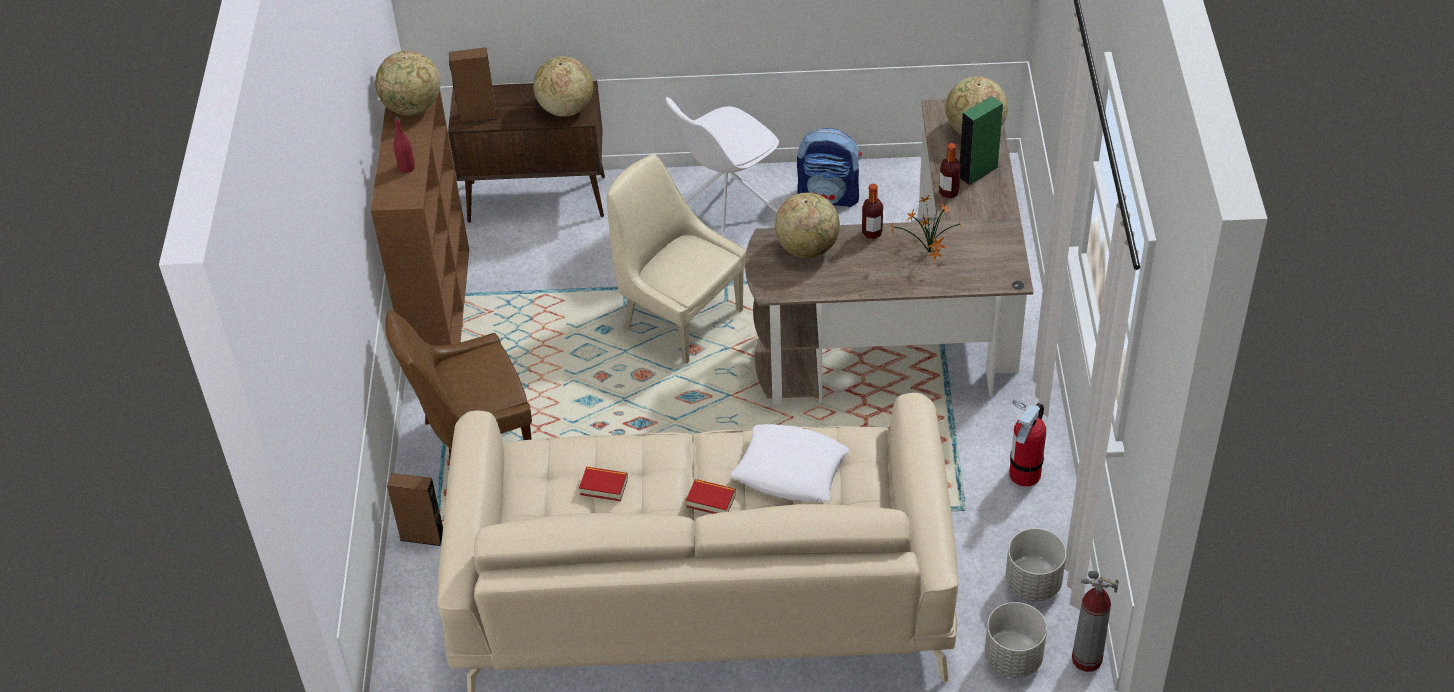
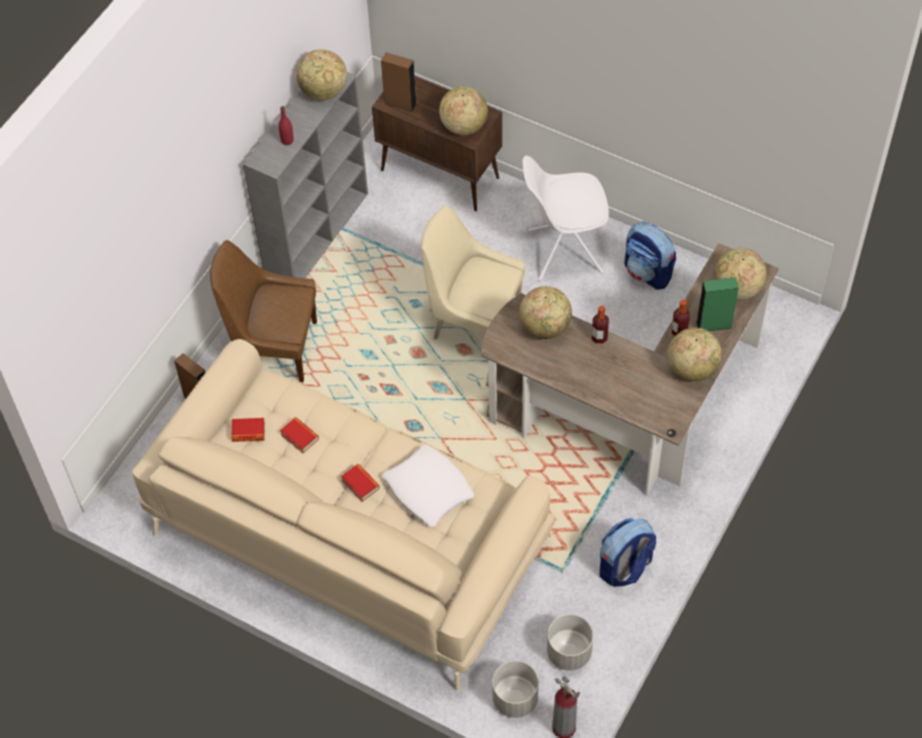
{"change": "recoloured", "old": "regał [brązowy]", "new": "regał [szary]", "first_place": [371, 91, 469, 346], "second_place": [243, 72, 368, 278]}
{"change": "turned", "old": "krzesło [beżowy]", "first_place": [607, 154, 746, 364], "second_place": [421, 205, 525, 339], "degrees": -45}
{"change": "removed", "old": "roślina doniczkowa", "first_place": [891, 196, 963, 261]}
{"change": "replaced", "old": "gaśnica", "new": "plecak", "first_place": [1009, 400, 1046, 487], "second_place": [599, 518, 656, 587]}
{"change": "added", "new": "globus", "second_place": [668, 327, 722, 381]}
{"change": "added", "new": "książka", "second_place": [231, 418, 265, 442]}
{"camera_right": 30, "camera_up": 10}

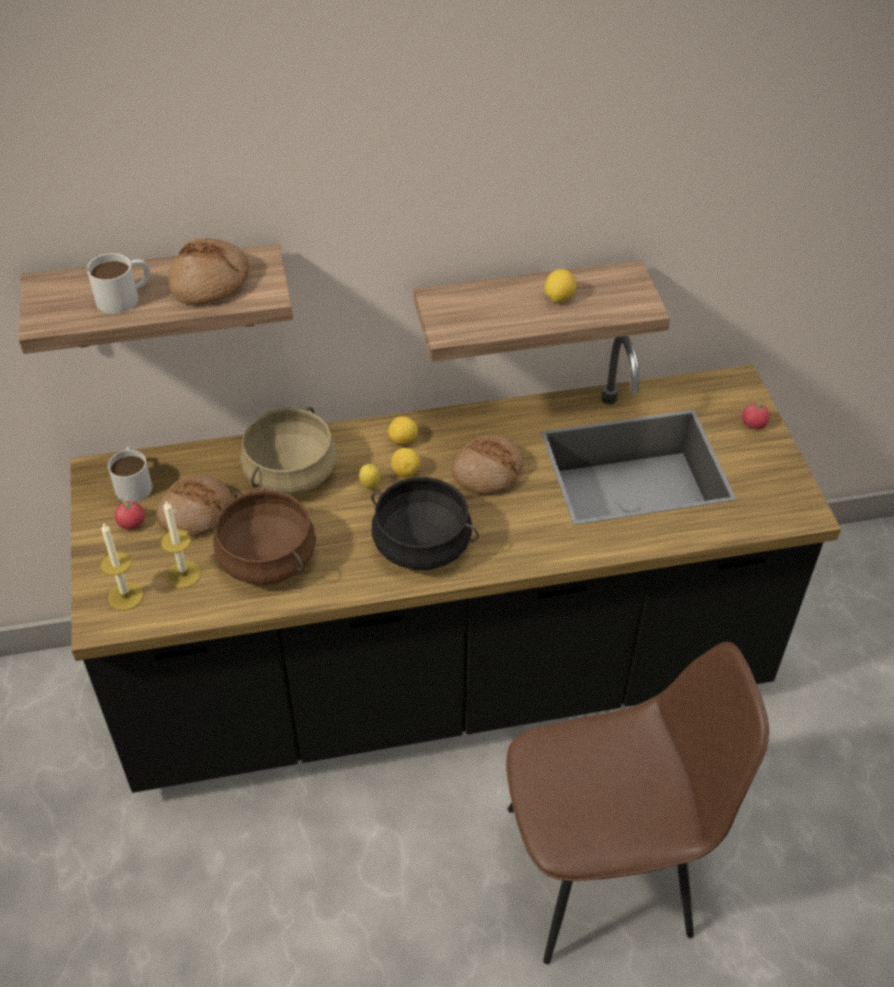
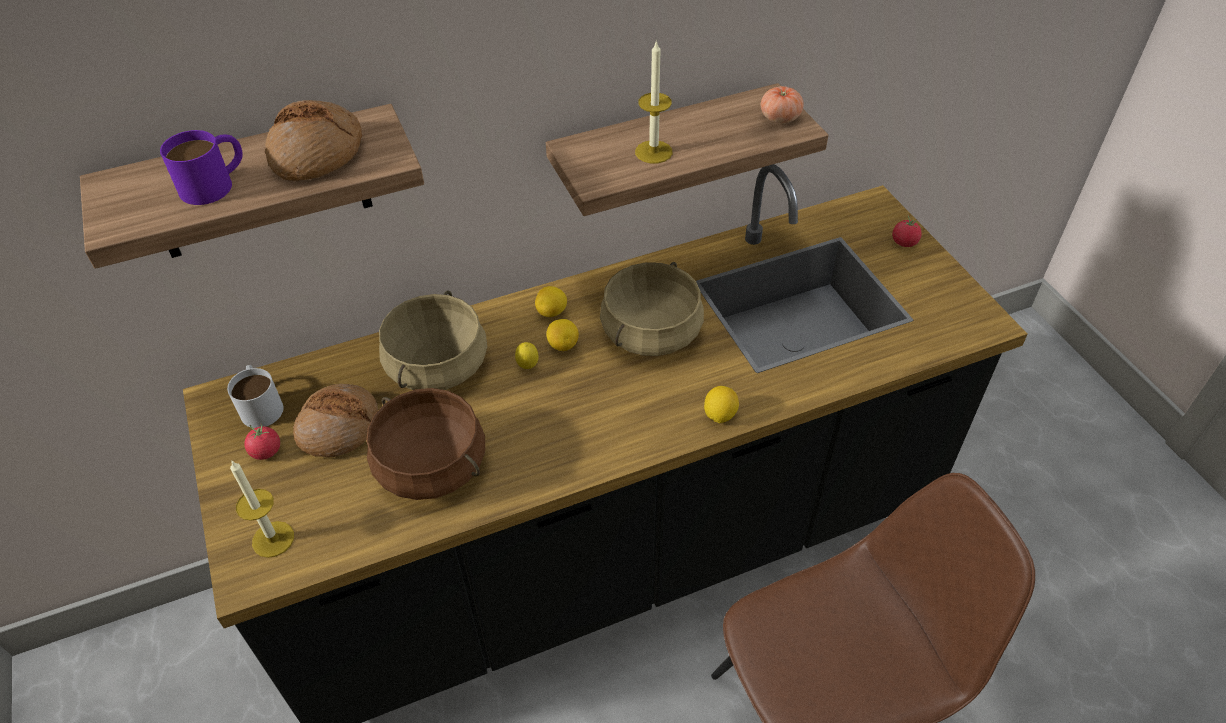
{"change": "recoloured", "old": "kubek [biały]", "new": "kubek [fioletowy]", "first_place": [87, 253, 150, 314], "second_place": [160, 130, 243, 205]}
{"change": "moved", "old": "cytryna", "first_place": [545, 269, 576, 302], "second_place": [704, 386, 739, 423]}
{"change": "replaced", "old": "chleb", "new": "garnek [beżowy]", "first_place": [452, 435, 524, 494], "second_place": [600, 262, 704, 356]}
{"change": "removed", "old": "garnek [czarny]", "first_place": [371, 477, 479, 570]}
{"change": "moved", "old": "świeca", "first_place": [161, 501, 201, 588], "second_place": [635, 40, 673, 163]}
{"change": "added", "new": "pomidor", "second_place": [761, 86, 804, 123]}
{"camera_right": -10, "camera_up": 0}

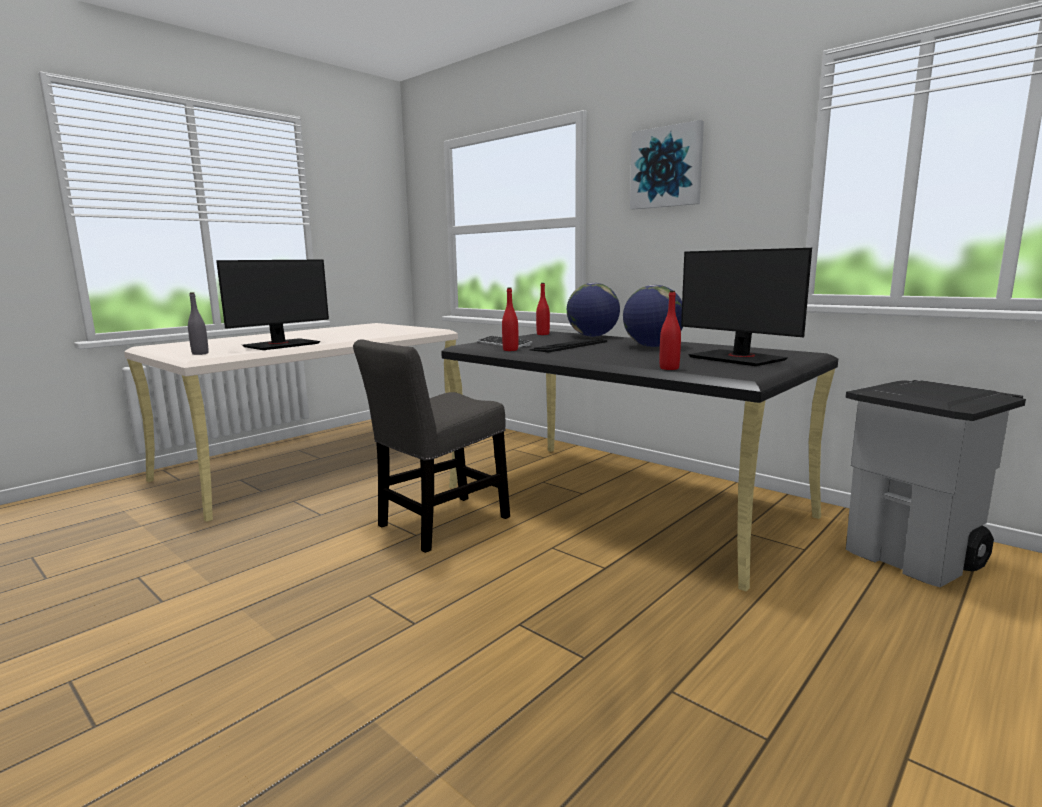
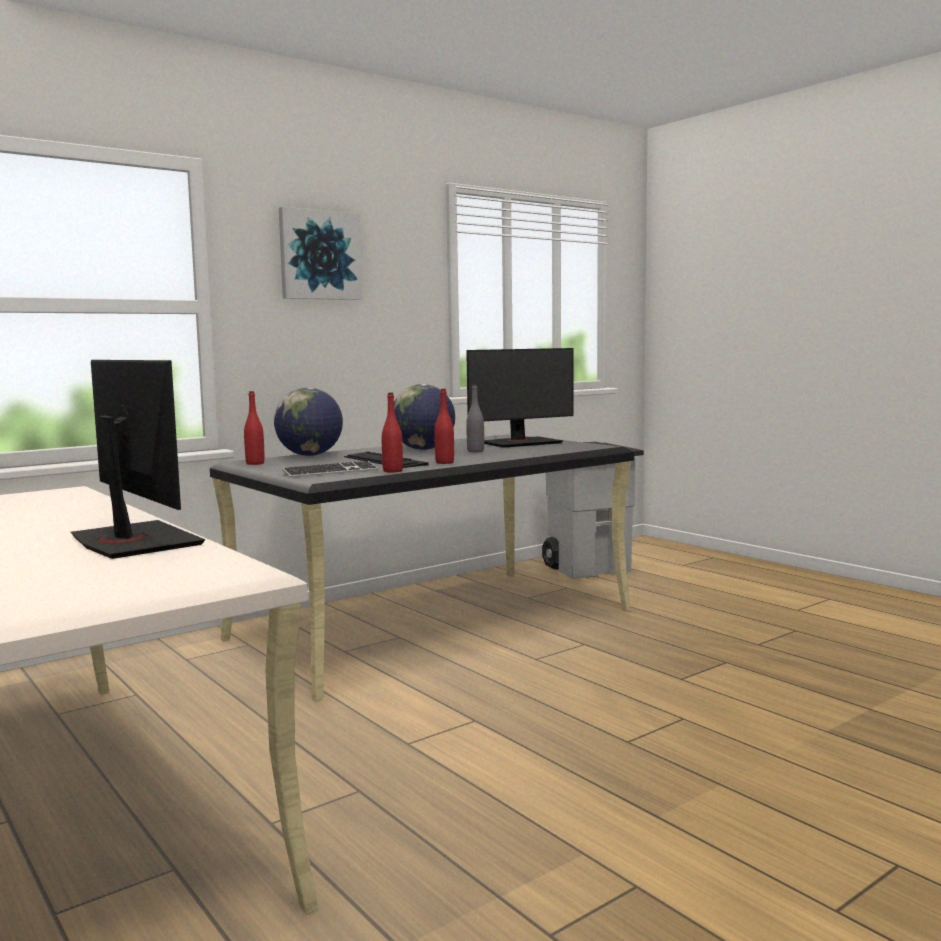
{"change": "moved", "old": "butelka [czerwony]", "first_place": [660, 291, 681, 370], "second_place": [434, 389, 454, 464]}
{"change": "moved", "old": "butelka [szary]", "first_place": [188, 292, 209, 355], "second_place": [466, 384, 484, 452]}
{"change": "removed", "old": "krzesło [szary]", "first_place": [353, 339, 510, 553]}
{"camera_right": -80, "camera_up": -5}

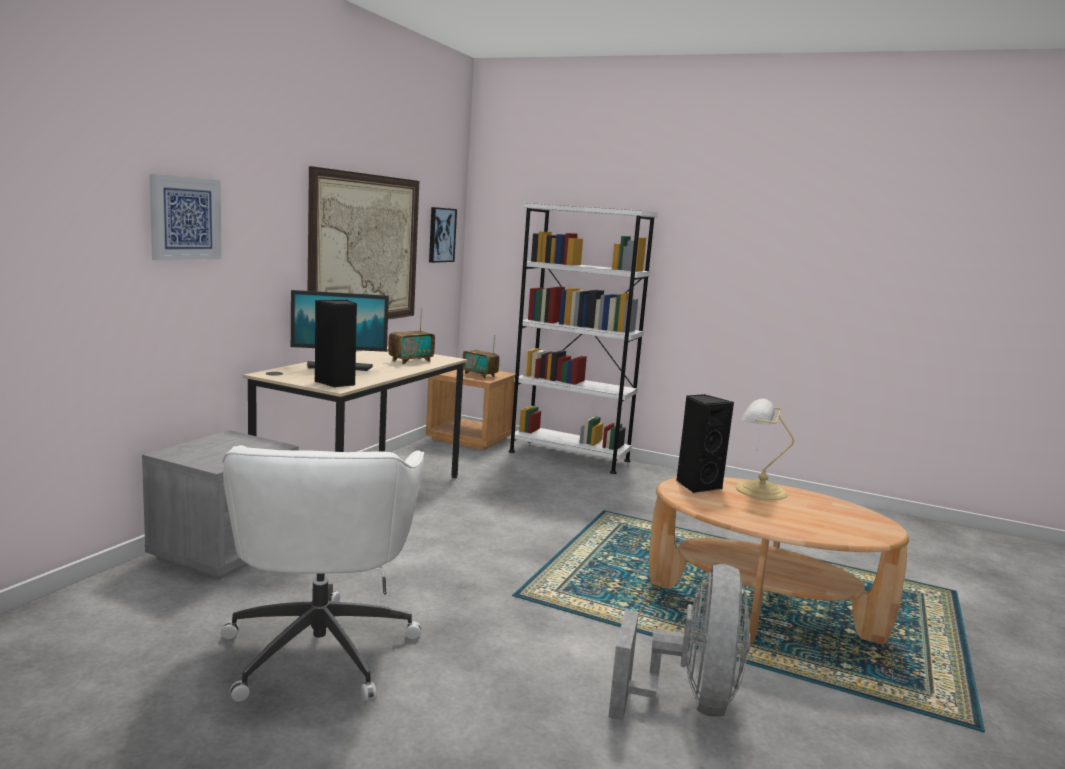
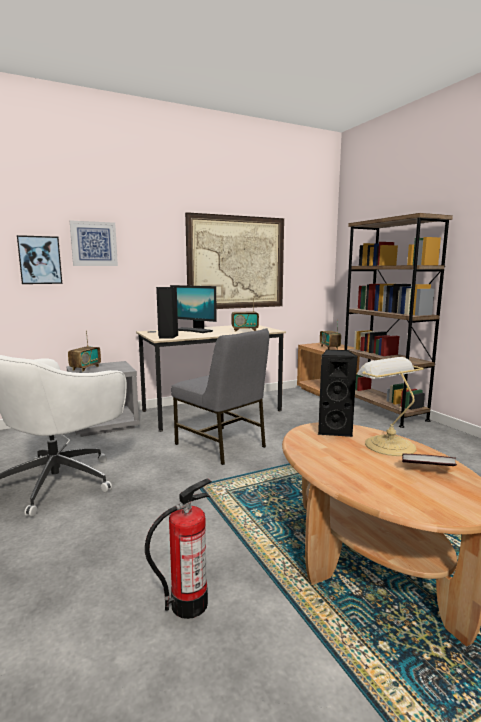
{"change": "recoloured", "old": "regał [biały]", "new": "regał [brązowy]", "first_place": [509, 203, 658, 474], "second_place": [344, 213, 453, 428]}
{"change": "moved", "old": "obraz", "first_place": [429, 207, 457, 263], "second_place": [17, 235, 62, 284]}
{"change": "replaced", "old": "wentylator [szary]", "new": "gaśnica", "first_place": [608, 564, 751, 721], "second_place": [145, 478, 212, 619]}
{"change": "added", "new": "krzesło [szary]", "second_place": [171, 328, 269, 465]}
{"change": "added", "new": "radio", "second_place": [68, 331, 101, 372]}
{"change": "added", "new": "książka", "second_place": [402, 454, 457, 466]}
{"camera_right": 40, "camera_up": 0}

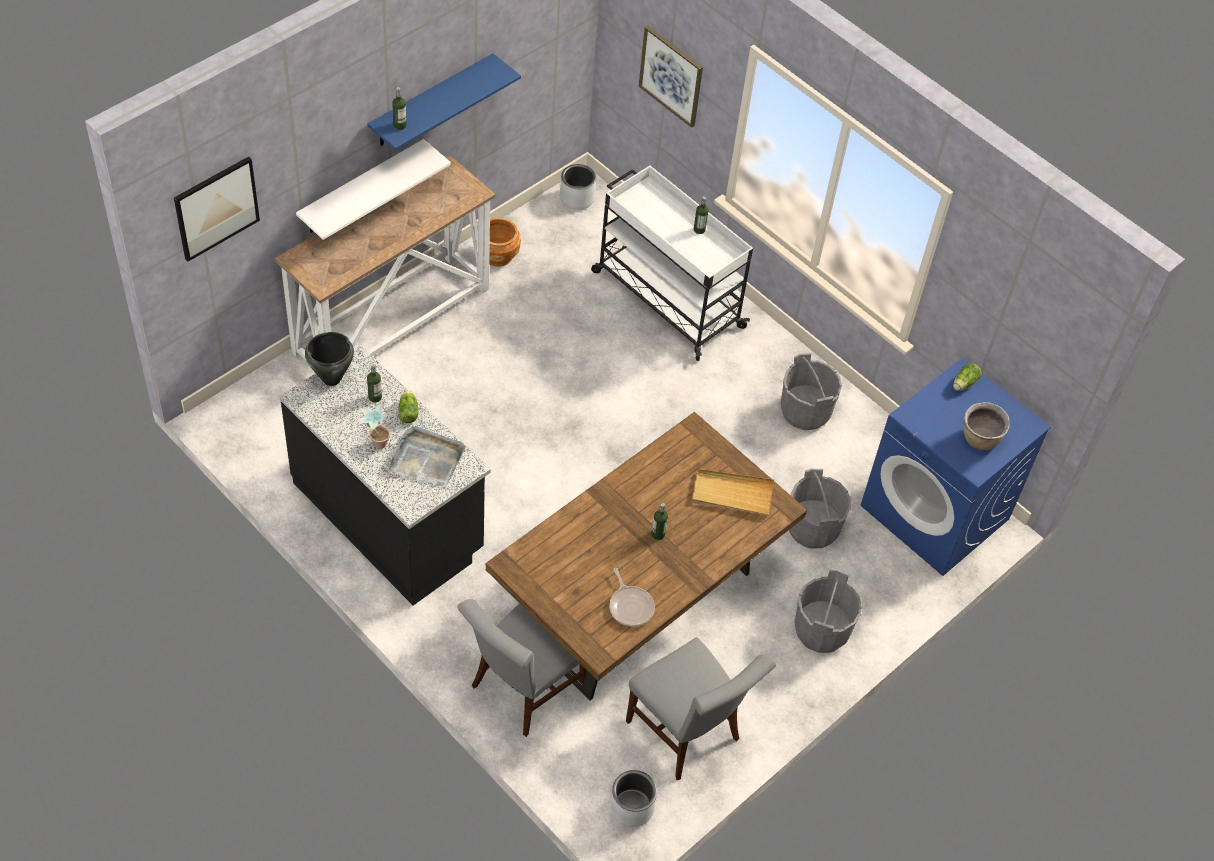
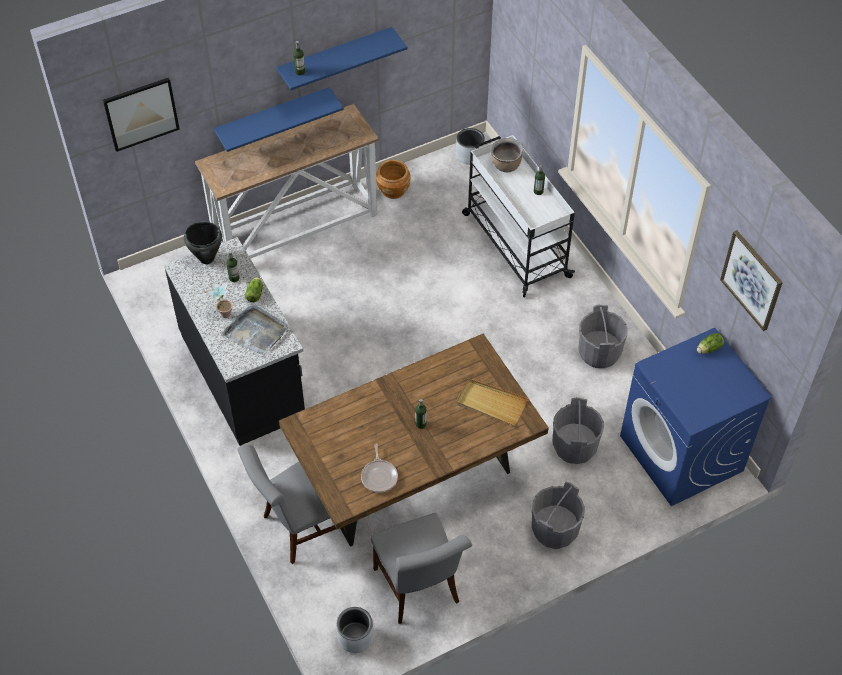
{"change": "moved", "old": "obraz", "first_place": [639, 25, 703, 128], "second_place": [720, 230, 783, 331]}
{"change": "recoloured", "old": "półka [biały]", "new": "półka [niebieski]", "first_place": [296, 139, 451, 240], "second_place": [213, 87, 344, 152]}
{"change": "moved", "old": "garnek [brązowy]", "first_place": [963, 402, 1010, 450], "second_place": [491, 138, 523, 172]}
{"camera_right": 20, "camera_up": 0}

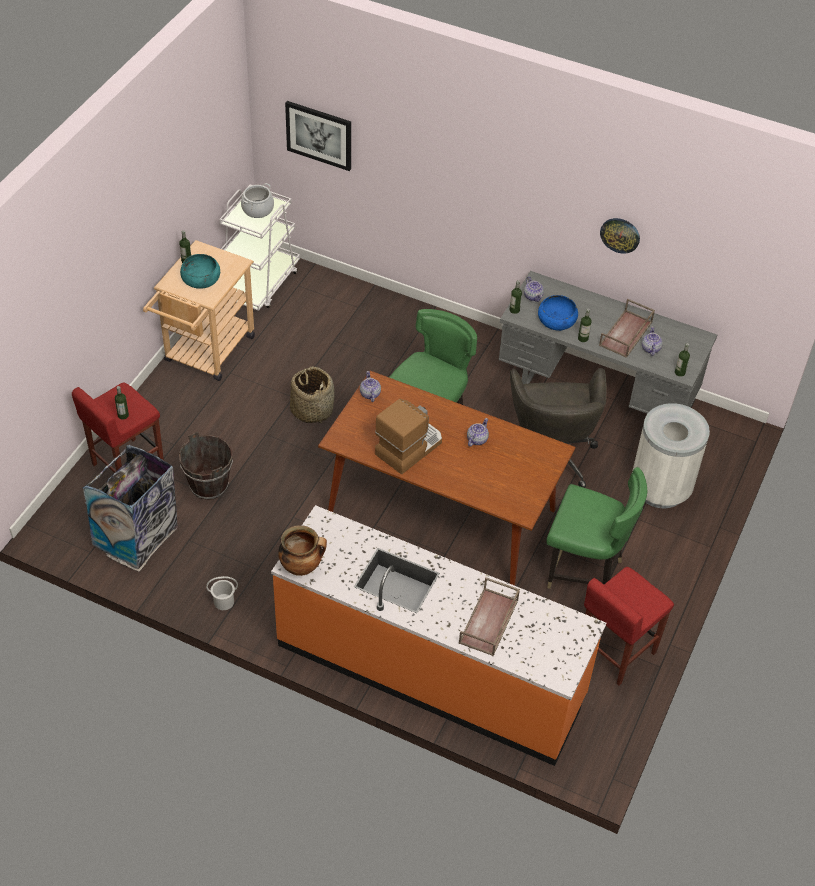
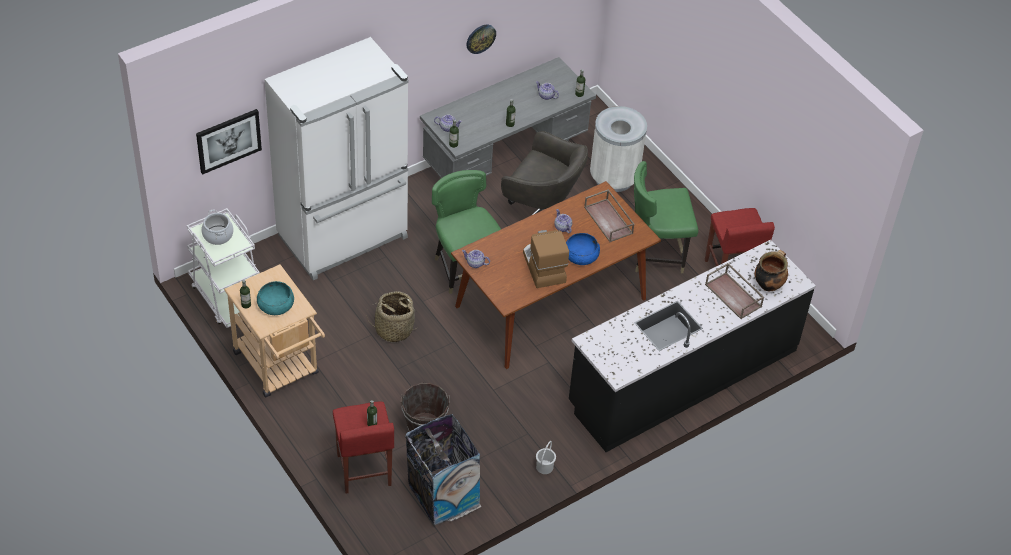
{"change": "moved", "old": "miska [niebieski]", "first_place": [538, 295, 578, 331], "second_place": [566, 233, 600, 265]}
{"change": "moved", "old": "taca [brązowy]", "first_place": [599, 299, 655, 358], "second_place": [584, 189, 635, 242]}
{"change": "turned", "old": "krzesło [zielony]", "first_place": [546, 467, 647, 589], "second_place": [634, 161, 698, 273], "degrees": -150}
{"change": "recoloured", "old": "zabudowa kuchenna [pomarańczowy]", "new": "zabudowa kuchenna [czarny]", "first_place": [271, 505, 606, 766], "second_place": [569, 240, 816, 452]}
{"change": "moved", "old": "garnek", "first_place": [278, 525, 327, 576], "second_place": [755, 250, 788, 291]}
{"change": "added", "new": "lodówka [biały]", "second_place": [264, 37, 408, 280]}
{"camera_right": -60, "camera_up": 0}

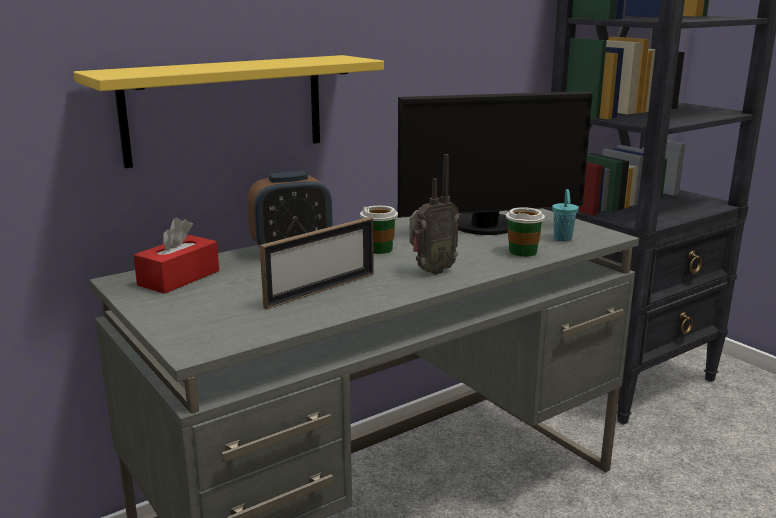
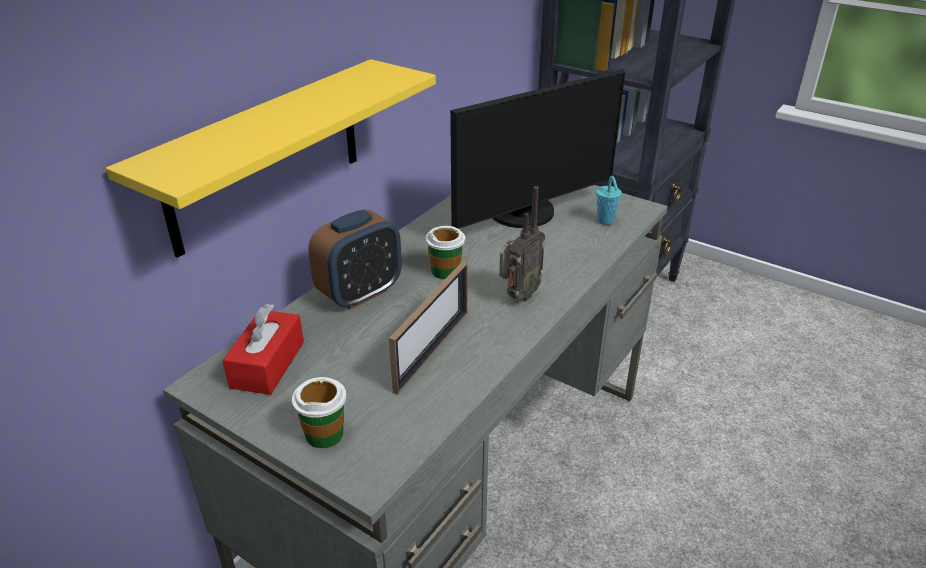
{"change": "moved", "old": "filiżanka", "first_place": [506, 207, 545, 257], "second_place": [292, 377, 346, 448]}
{"camera_right": -20, "camera_up": 15}

